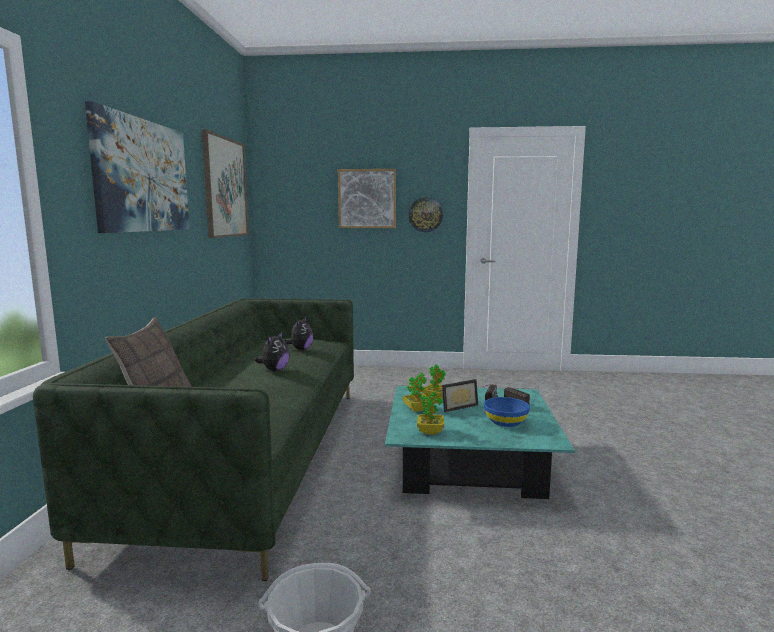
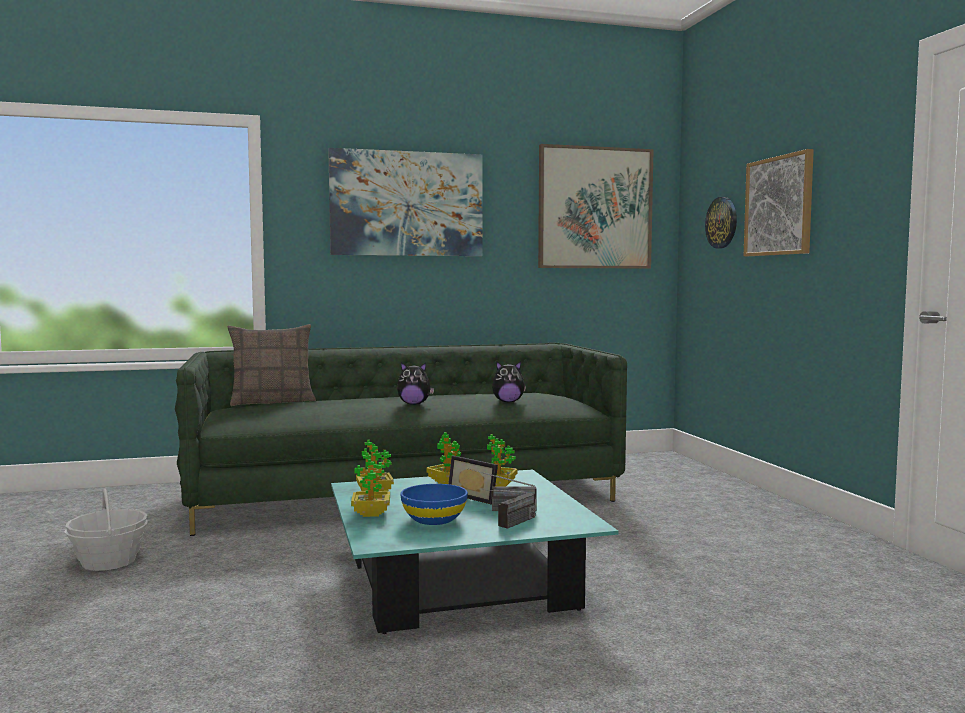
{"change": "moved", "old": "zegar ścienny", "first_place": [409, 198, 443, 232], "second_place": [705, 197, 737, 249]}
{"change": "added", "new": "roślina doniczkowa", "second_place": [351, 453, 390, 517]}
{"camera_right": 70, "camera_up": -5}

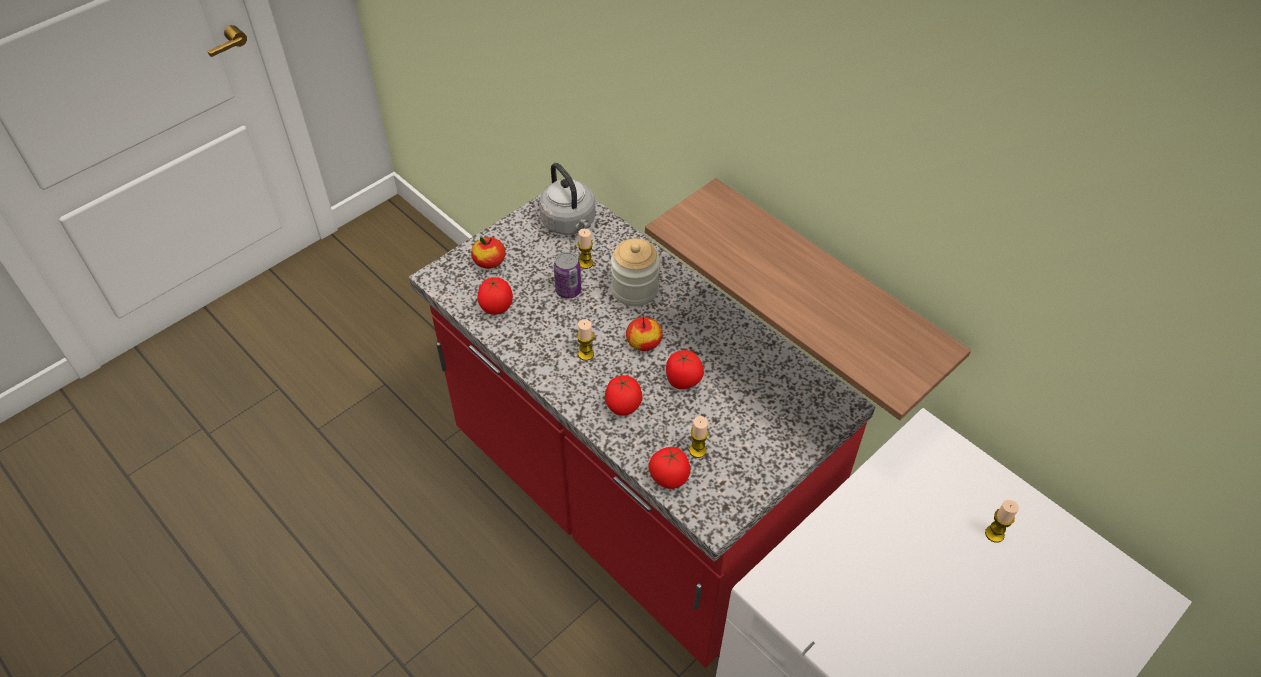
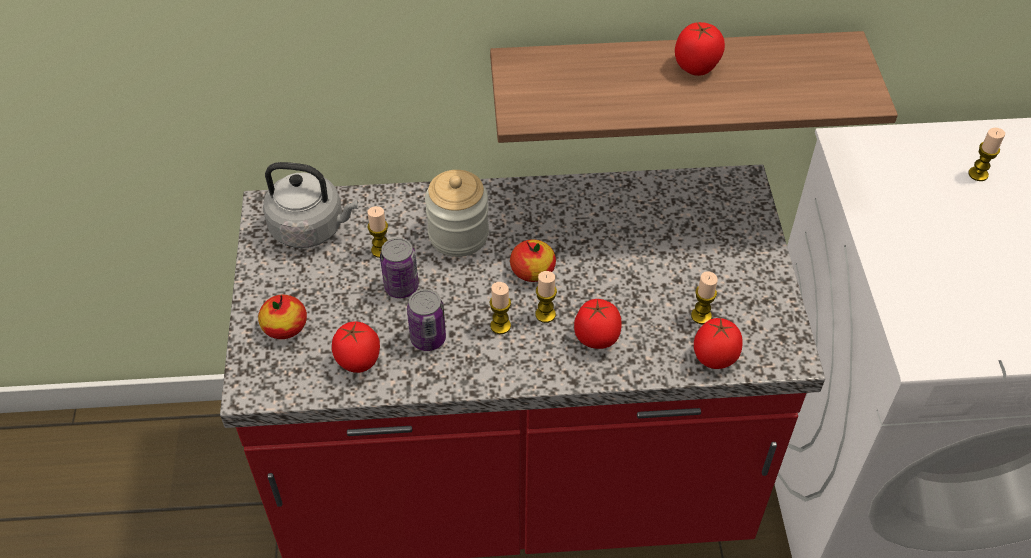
{"change": "moved", "old": "pomidor", "first_place": [666, 350, 704, 389], "second_place": [675, 22, 725, 76]}
{"change": "added", "new": "świeca", "second_place": [535, 271, 557, 323]}
{"change": "added", "new": "puszka", "second_place": [407, 289, 446, 351]}
{"camera_right": -50, "camera_up": 0}

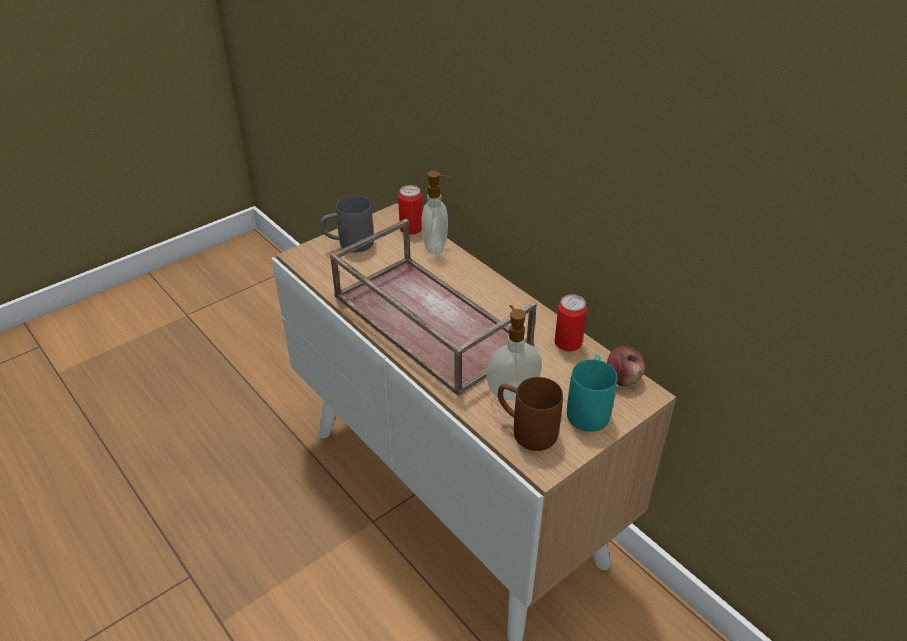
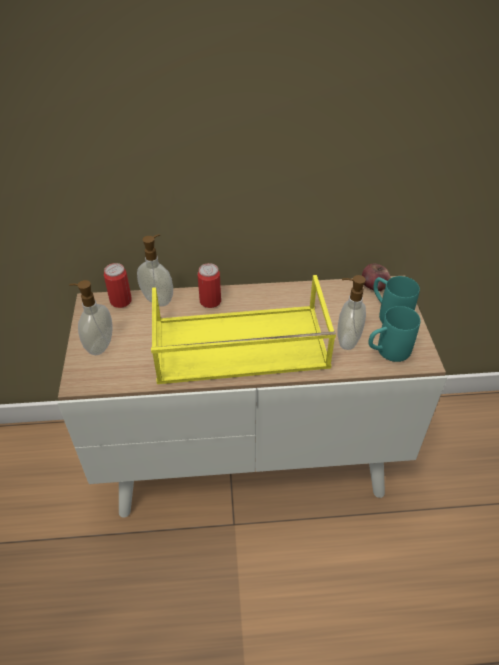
{"change": "replaced", "old": "kubek [szary]", "new": "dozownik mydła", "first_place": [320, 195, 374, 253], "second_place": [69, 280, 113, 355]}
{"change": "recoloured", "old": "taca [brązowy]", "new": "taca [żółty]", "first_place": [330, 219, 537, 396], "second_place": [151, 275, 336, 384]}
{"change": "moved", "old": "puszka", "first_place": [554, 294, 587, 351], "second_place": [198, 263, 221, 308]}
{"change": "recoloured", "old": "kubek [brązowy]", "new": "kubek [turkusowy]", "first_place": [498, 377, 563, 451], "second_place": [368, 306, 420, 362]}
{"camera_right": -55, "camera_up": 5}

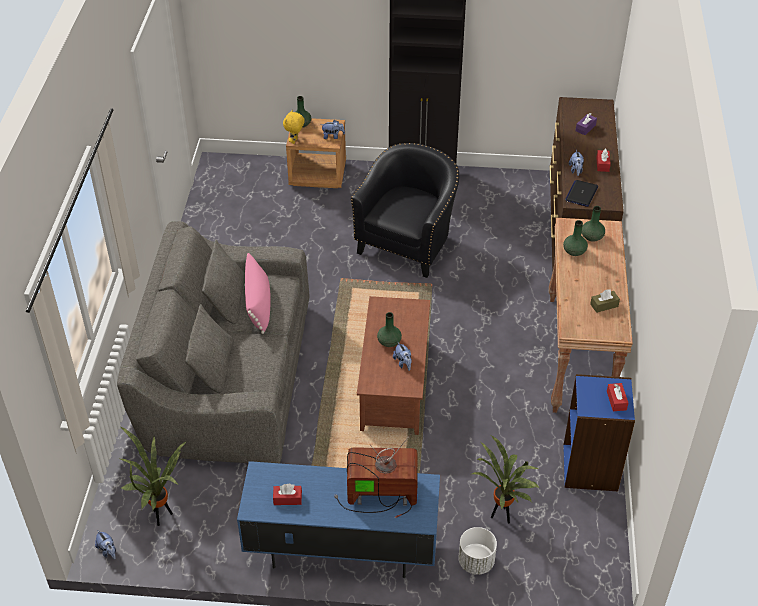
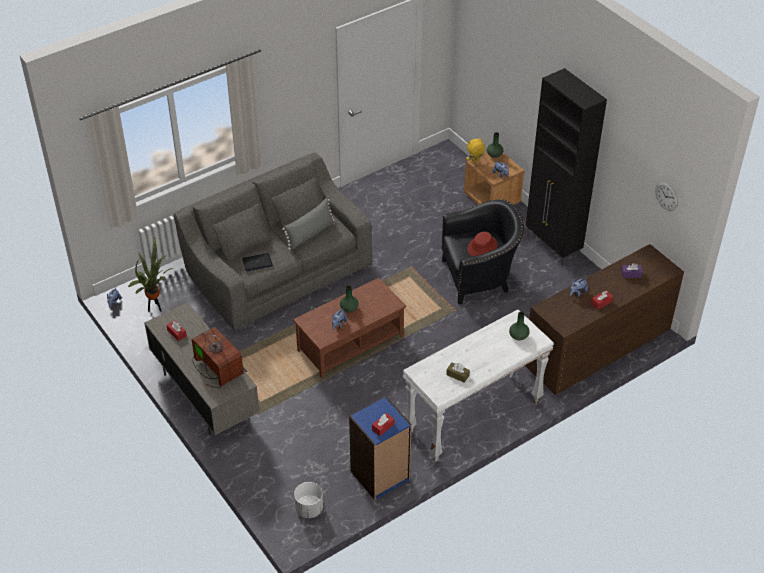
{"change": "moved", "old": "laptop", "first_place": [565, 180, 598, 207], "second_place": [242, 253, 273, 271]}
{"change": "recoloured", "old": "stolik konsolowy [brązowy]", "new": "stolik konsolowy [biały]", "first_place": [549, 218, 633, 413], "second_place": [403, 309, 554, 462]}
{"change": "removed", "old": "wazon [zielony]", "first_place": [563, 220, 588, 256]}
{"change": "recoloured", "old": "poduszka [różowy]", "new": "poduszka [szary]", "first_place": [245, 253, 271, 334], "second_place": [282, 198, 335, 250]}
{"change": "removed", "old": "roślina doniczkowa", "first_place": [472, 435, 539, 524]}
{"change": "recoloured", "old": "szafka pod telewizor [niebieski]", "new": "szafka pod telewizor [szary]", "first_place": [237, 461, 440, 578], "second_place": [144, 303, 260, 435]}
{"change": "moved", "old": "donica [biały]", "first_place": [458, 527, 497, 575], "second_place": [294, 482, 323, 518]}
{"change": "added", "new": "zegar ścienny", "second_place": [655, 182, 678, 211]}
{"change": "added", "new": "kapelusz [czerwony]", "second_place": [467, 232, 497, 257]}
{"camera_right": 50, "camera_up": 0}

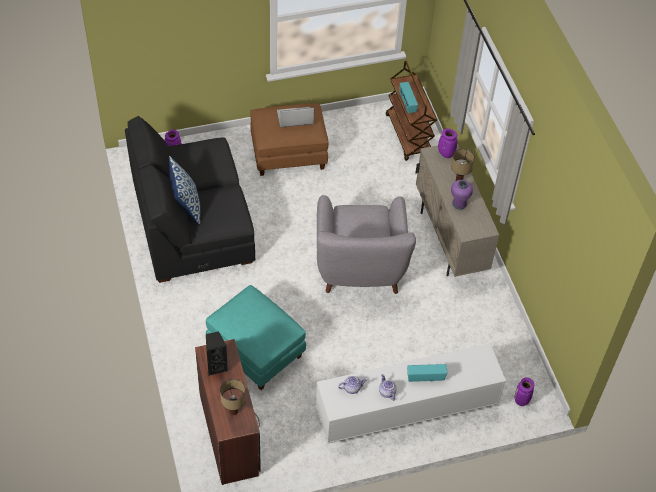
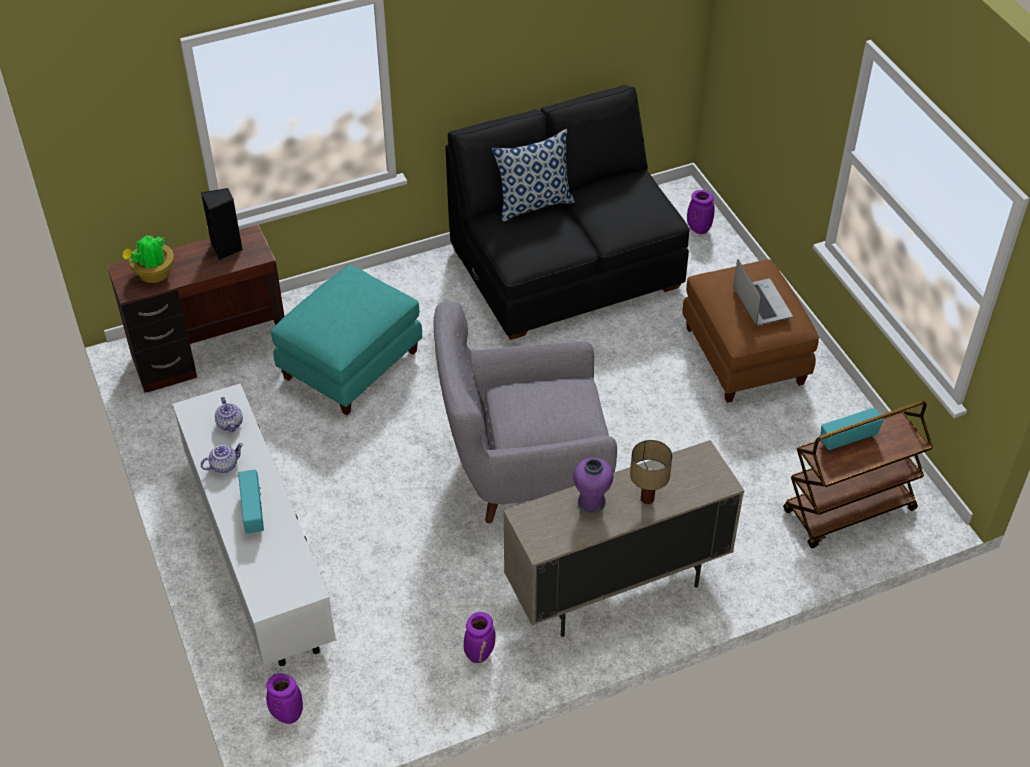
{"change": "moved", "old": "wazon [fioletowy]", "first_place": [438, 129, 458, 158], "second_place": [464, 612, 496, 663]}
{"change": "replaced", "old": "lampa stołowa", "new": "roślina doniczkowa", "first_place": [220, 379, 246, 415], "second_place": [123, 233, 175, 283]}
{"camera_right": 85, "camera_up": -5}

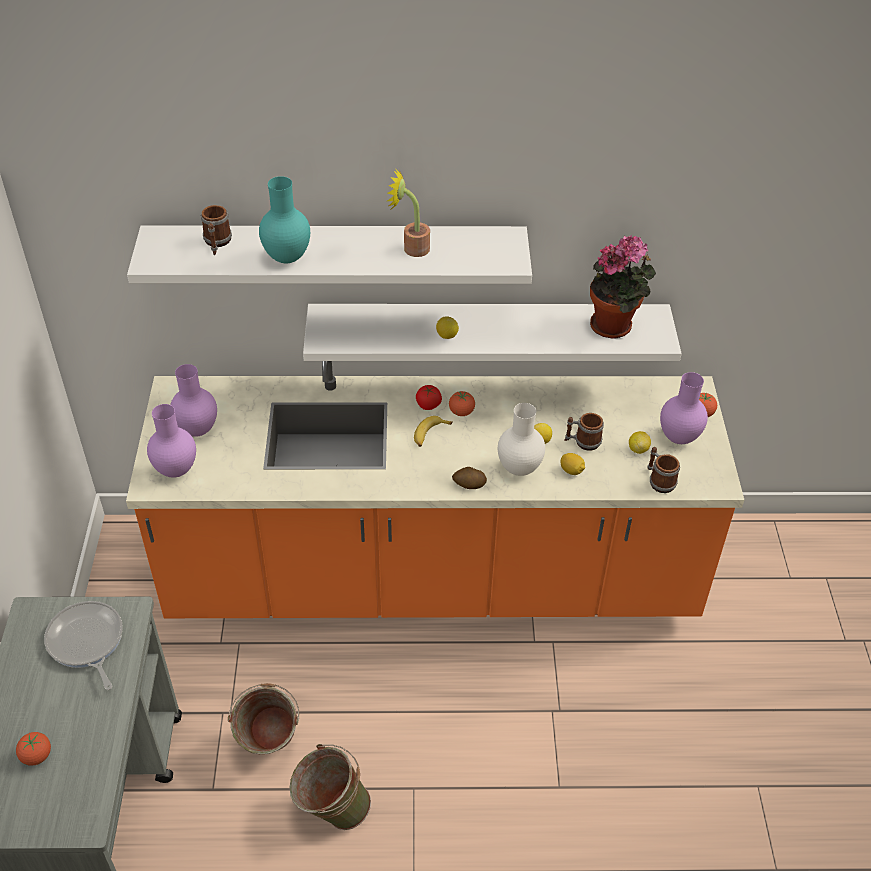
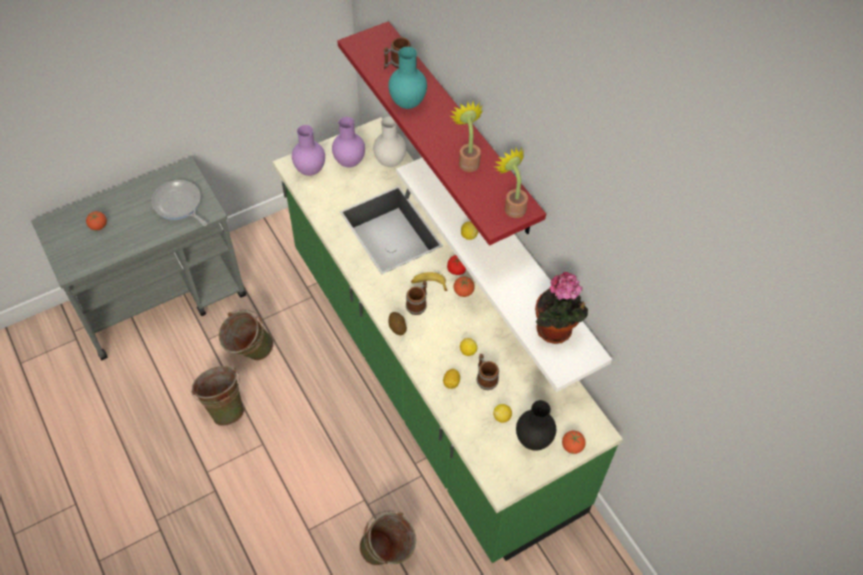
{"change": "recoloured", "old": "półka [biały]", "new": "półka [czerwony]", "first_place": [127, 225, 532, 284], "second_place": [337, 21, 546, 245]}
{"change": "recoloured", "old": "zabudowa kuchenna [pomarańczowy]", "new": "zabudowa kuchenna [zielony]", "first_place": [126, 361, 744, 618], "second_place": [273, 117, 623, 563]}
{"change": "recoloured", "old": "wazon [fioletowy]", "new": "wazon [czarny]", "first_place": [660, 372, 708, 444], "second_place": [516, 400, 556, 451]}
{"change": "moved", "old": "wazon [biały]", "first_place": [498, 403, 545, 476], "second_place": [373, 117, 406, 167]}
{"change": "moved", "old": "kubek", "first_place": [647, 447, 680, 493], "second_place": [406, 281, 427, 315]}
{"change": "turned", "old": "patelnia", "first_place": [44, 601, 123, 690], "second_place": [152, 180, 207, 226], "degrees": -75}
{"change": "added", "new": "roślina doniczkowa", "second_place": [495, 147, 528, 218]}
{"change": "added", "new": "wiadro [zielony]", "second_place": [359, 510, 416, 565]}
{"camera_right": 60, "camera_up": 10}

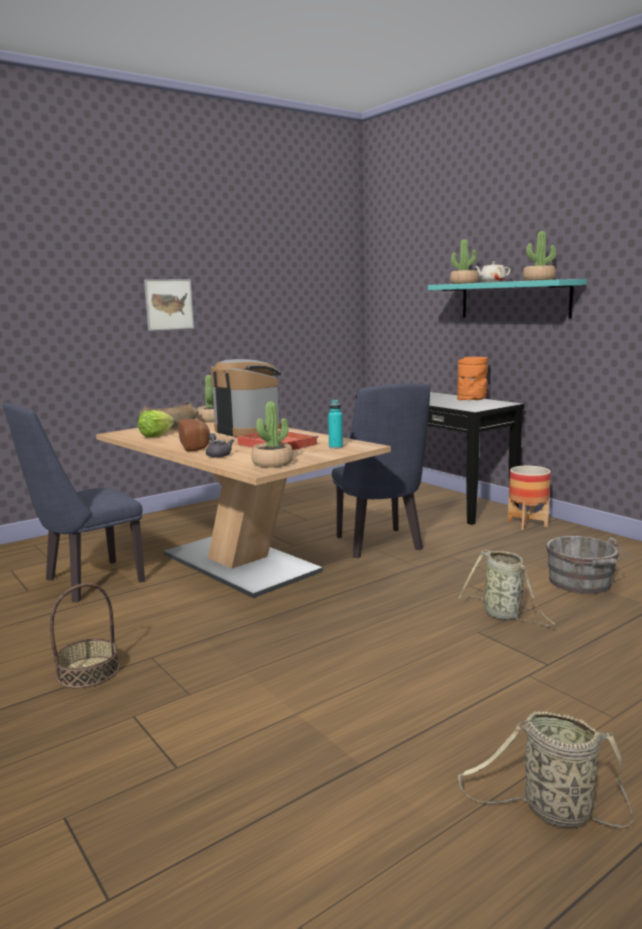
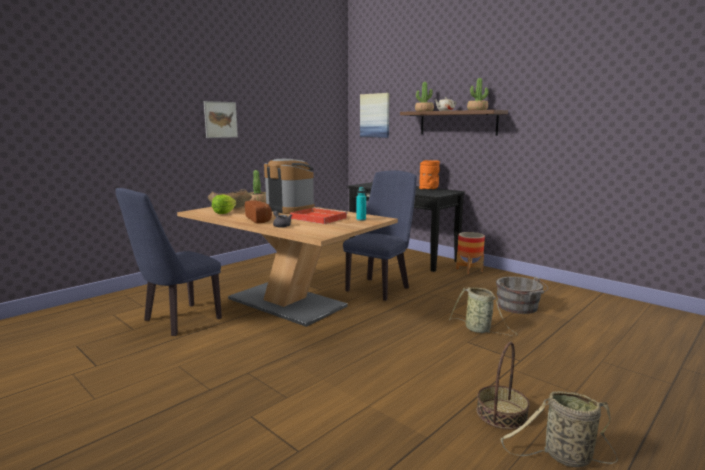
{"change": "recoloured", "old": "półka [turkusowy]", "new": "półka [brązowy]", "first_place": [428, 279, 587, 318], "second_place": [400, 110, 508, 136]}
{"change": "turned", "old": "krzesło [niebieski]", "first_place": [332, 384, 430, 558], "second_place": [343, 170, 417, 301], "degrees": -120}
{"change": "removed", "old": "roślina doniczkowa", "first_place": [252, 402, 293, 468]}
{"change": "moved", "old": "koszyk", "first_place": [50, 583, 119, 688], "second_place": [477, 341, 530, 430]}
{"change": "added", "new": "obraz", "second_place": [360, 93, 390, 138]}
{"camera_right": -10, "camera_up": 0}

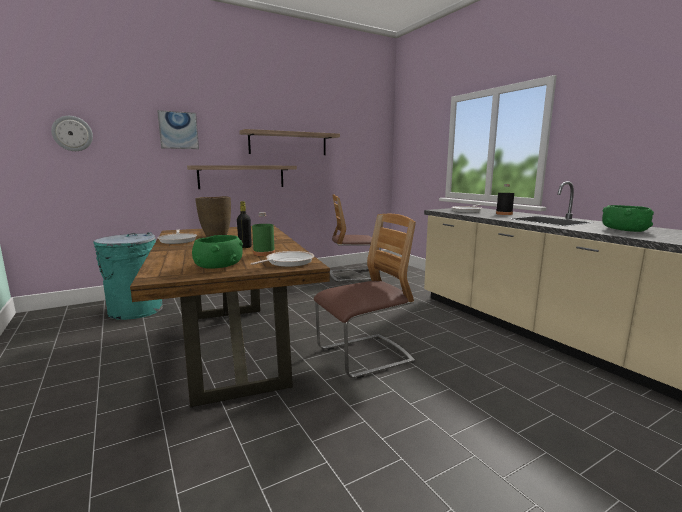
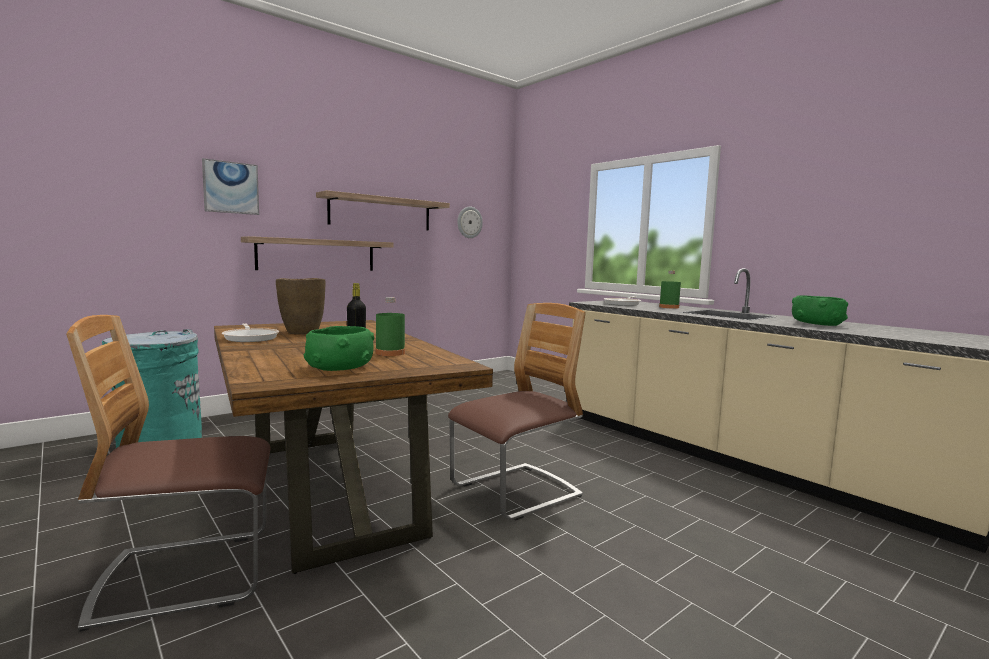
{"change": "moved", "old": "zegar ścienny", "first_place": [51, 116, 93, 151], "second_place": [457, 207, 483, 238]}
{"change": "recoloured", "old": "butelka [czarny]", "new": "butelka [zielony]", "first_place": [496, 184, 514, 215], "second_place": [659, 271, 681, 309]}
{"change": "moved", "old": "krzesło", "first_place": [330, 195, 381, 282], "second_place": [66, 315, 270, 632]}
{"change": "removed", "old": "patelnia", "first_place": [251, 251, 314, 267]}
{"camera_right": -10, "camera_up": -5}

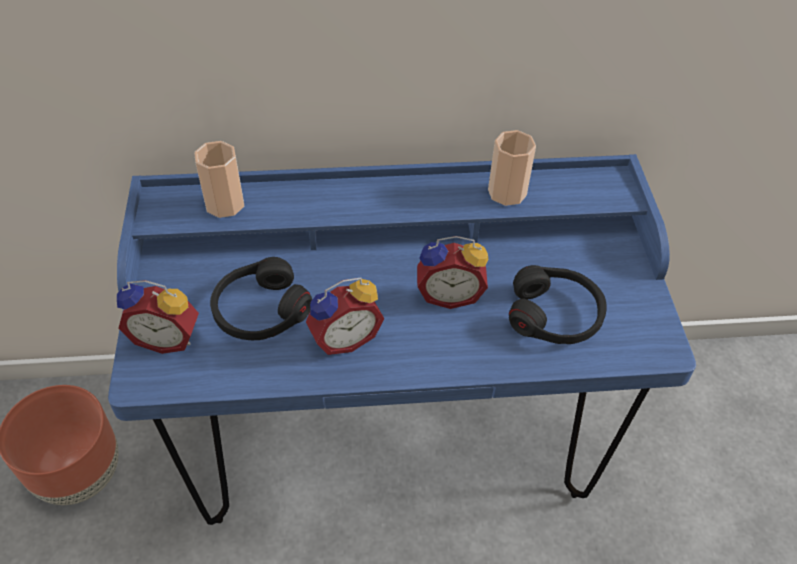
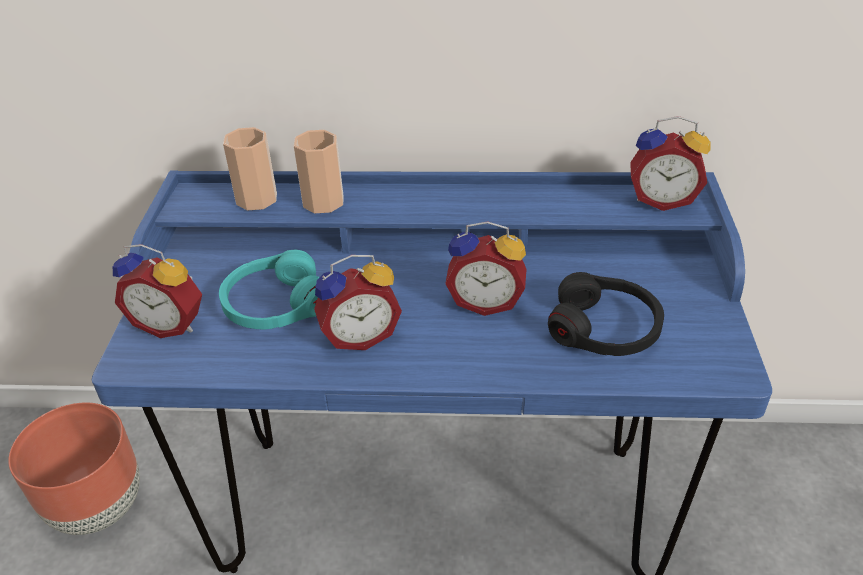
{"change": "moved", "old": "filiżanka", "first_place": [488, 130, 536, 206], "second_place": [294, 130, 344, 213]}
{"change": "recoloured", "old": "słuchawki [czarny]", "new": "słuchawki [turkusowy]", "first_place": [210, 257, 312, 340], "second_place": [219, 250, 319, 330]}
{"change": "added", "new": "budzik", "second_place": [630, 116, 711, 211]}
{"camera_right": 10, "camera_up": -10}

